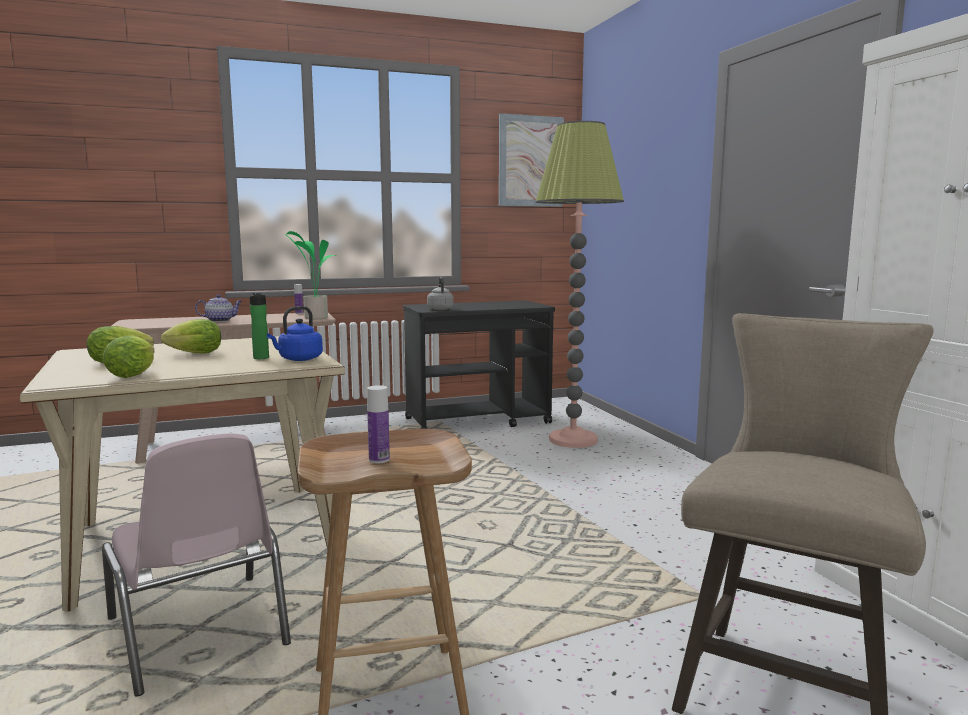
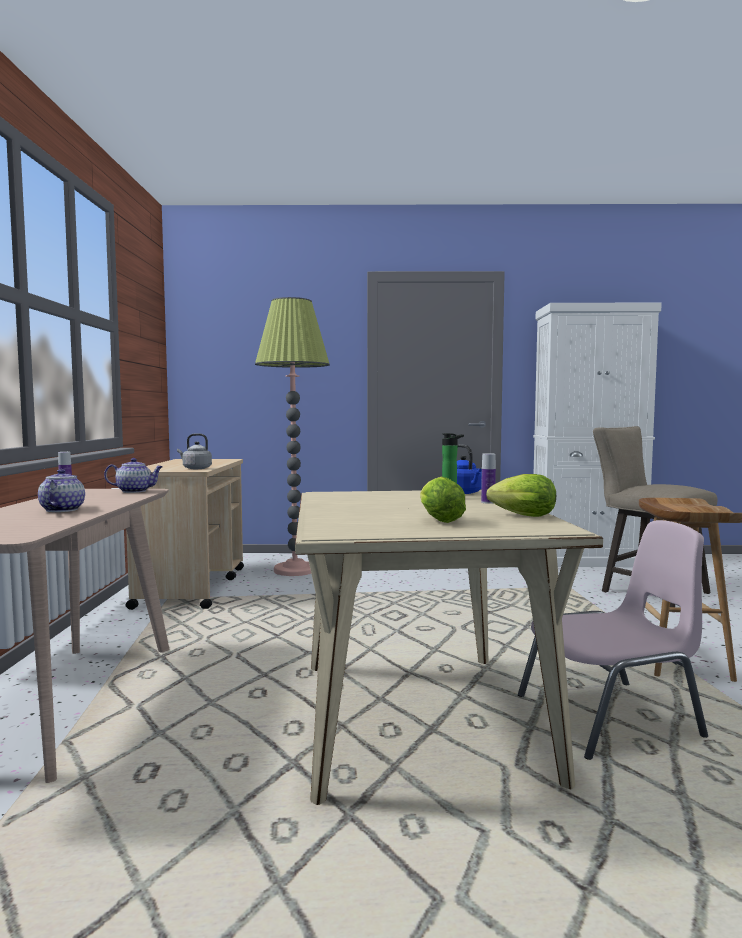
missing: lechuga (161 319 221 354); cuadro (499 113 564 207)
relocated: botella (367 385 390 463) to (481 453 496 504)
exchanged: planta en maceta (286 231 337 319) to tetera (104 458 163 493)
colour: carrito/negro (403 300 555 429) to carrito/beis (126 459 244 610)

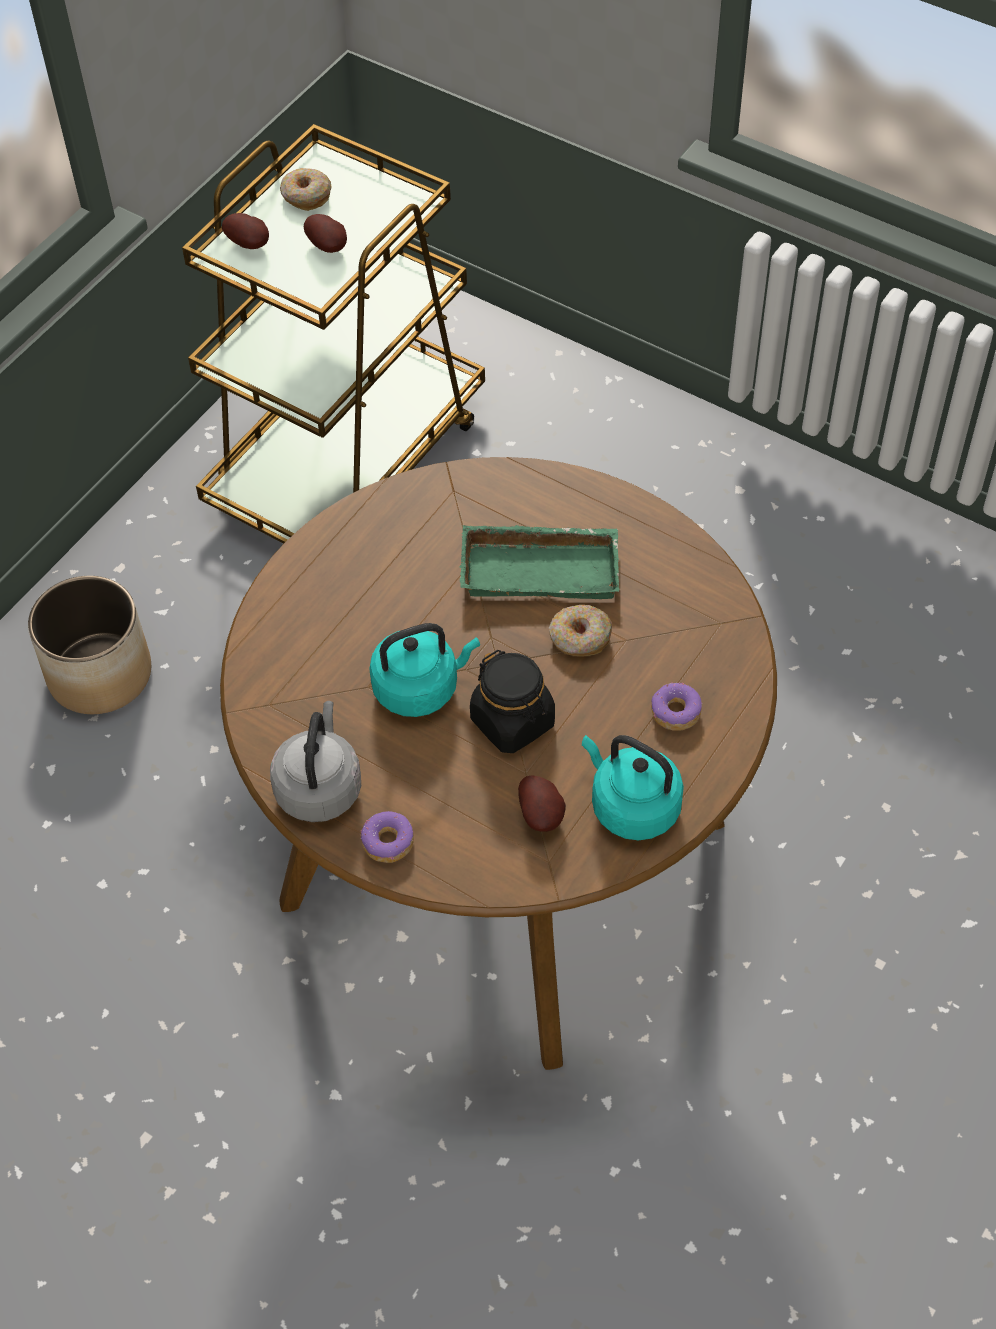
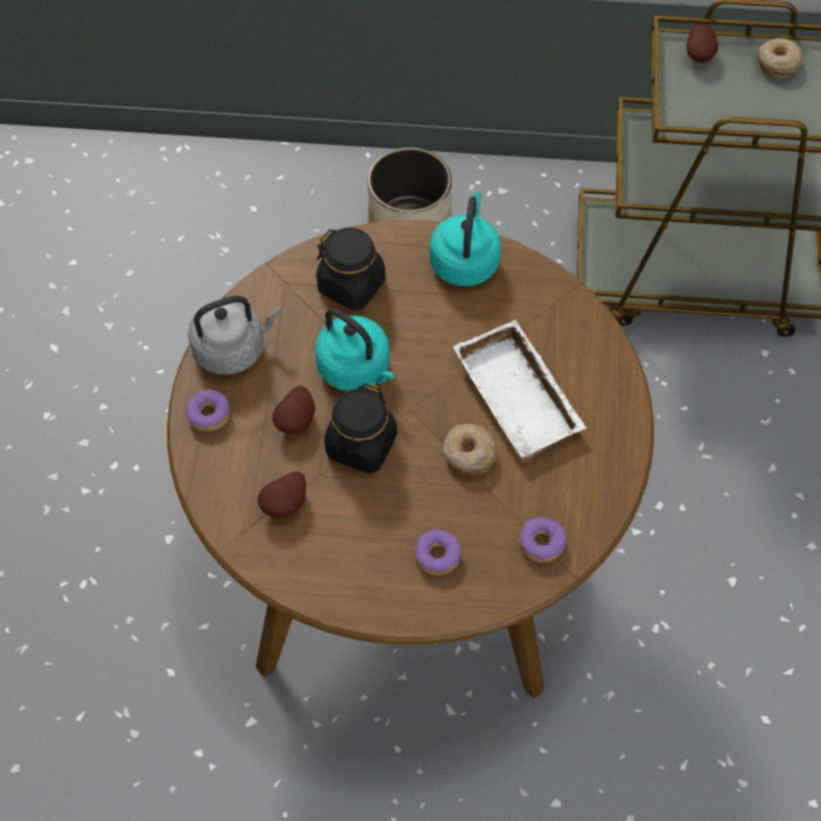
appeared: tarro/negro (316 228 385 310); rosquilla (519 517 566 562)
relocated: patata (304 214 347 253) to (273 386 315 434); hervidor/turquesa (582 735 684 840) to (430 192 501 286)
colour: bandeja/verde (459 525 619 599) to bandeja/blanco (453 320 586 460)

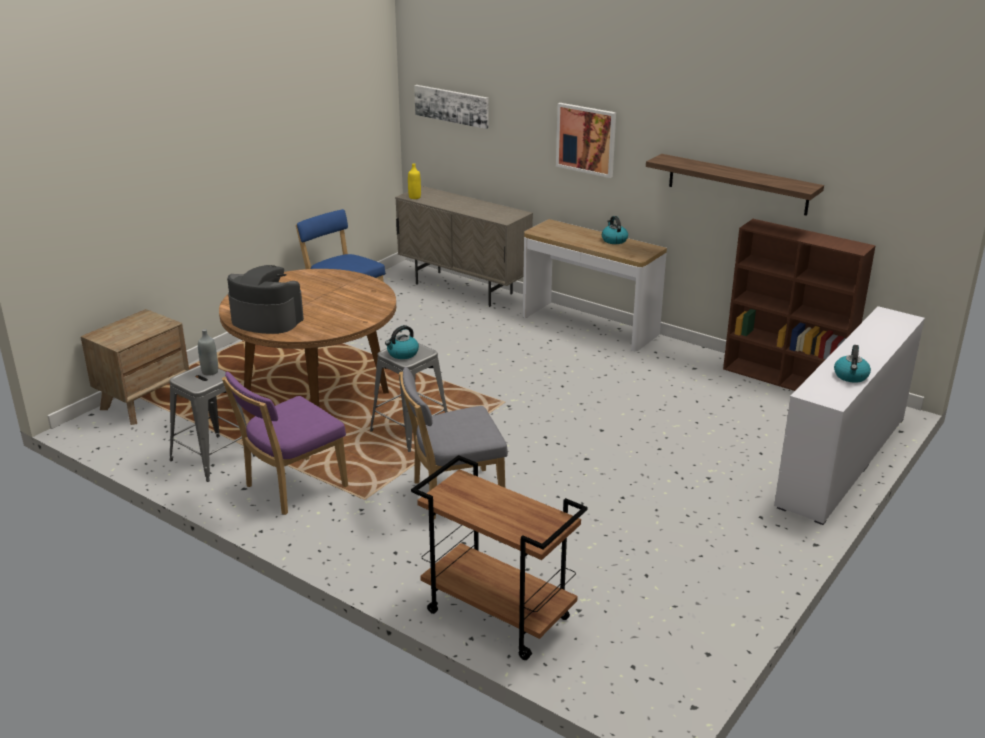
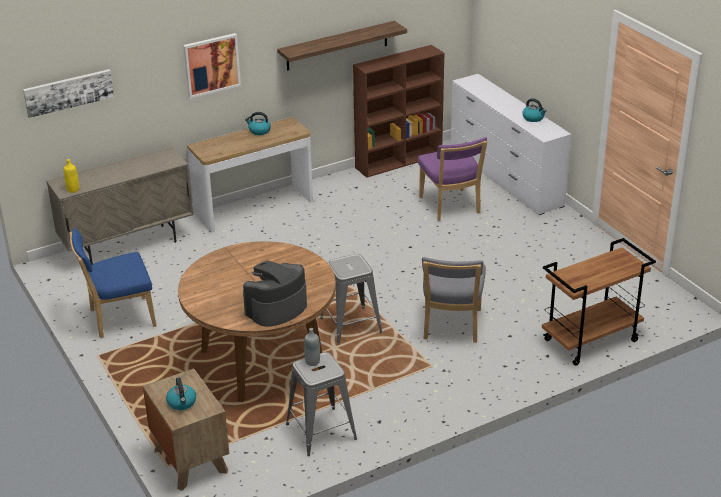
relocated: silla/morado (222 372 348 515) to (418 137 487 221); hervidor (385 325 419 359) to (166 377 196 410)

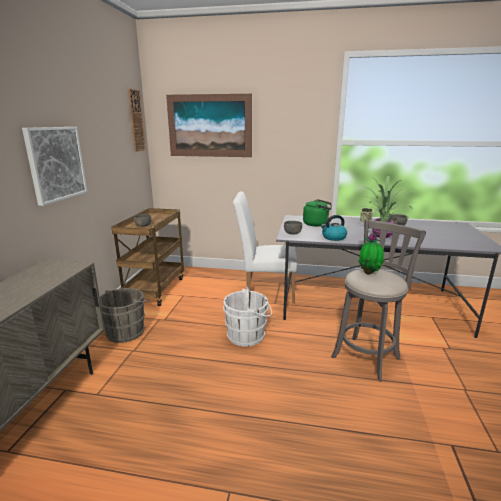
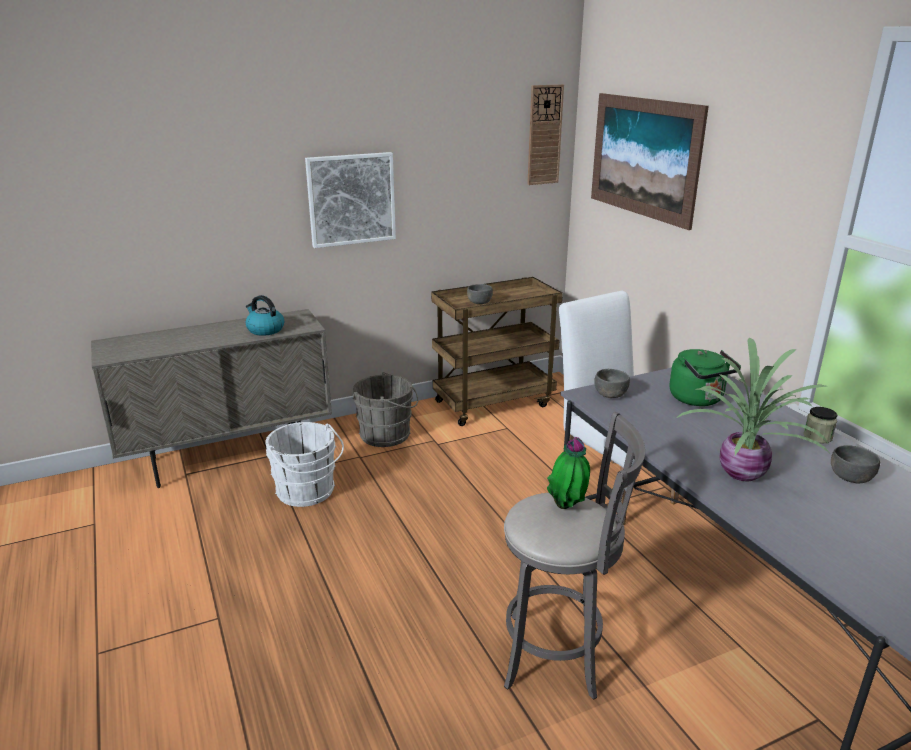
relocated: cubo/blanco (223 289 272 347) to (265 422 344 507); hervidor (321 215 347 241) to (246 295 284 336)

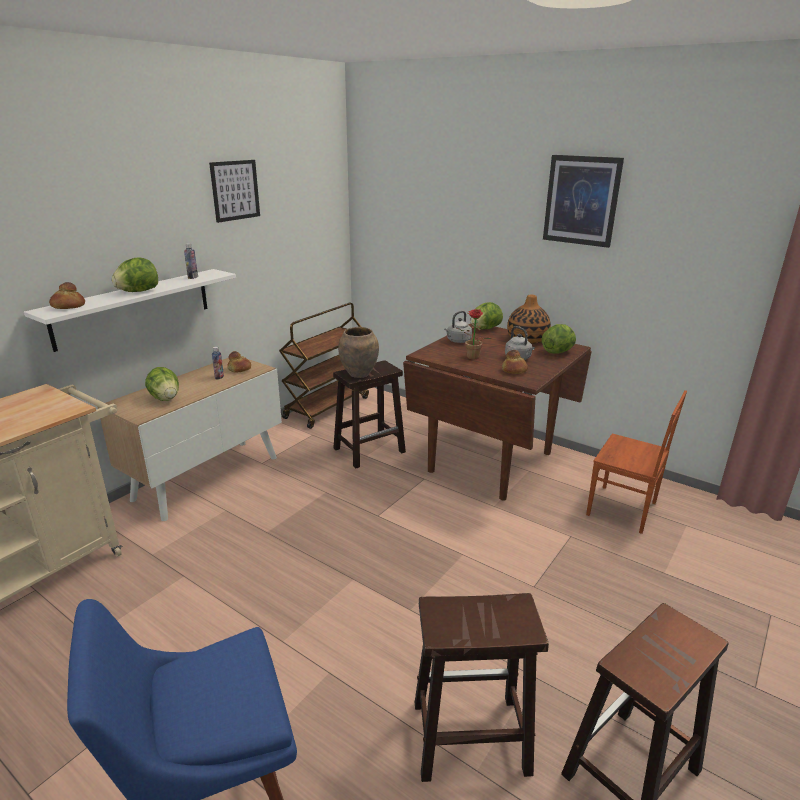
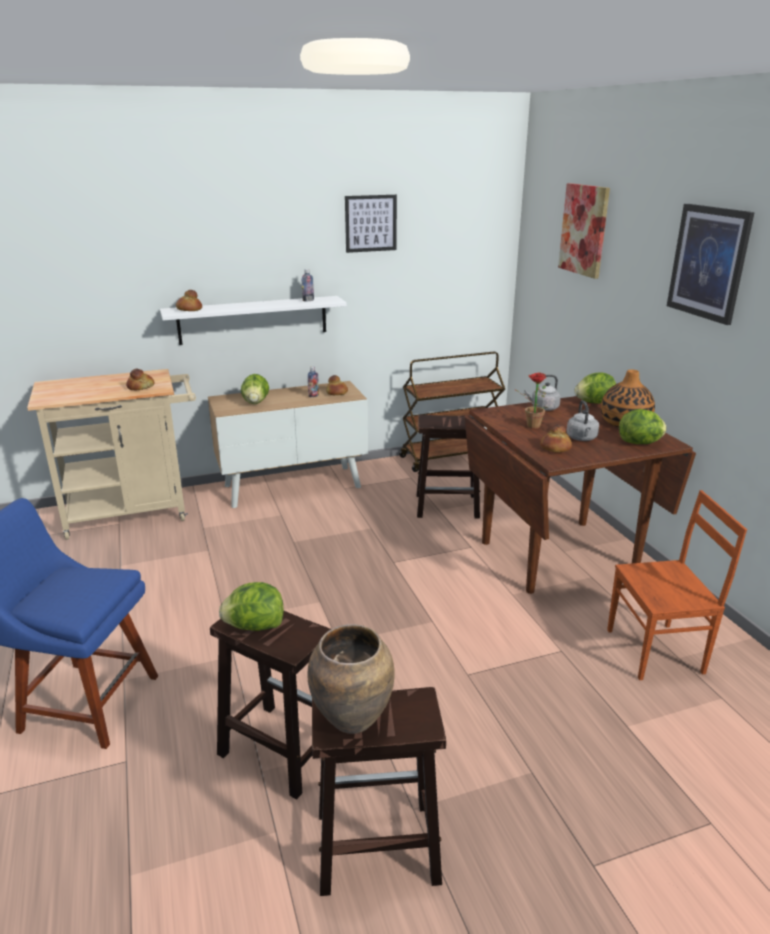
appeared: pan (126 369 154 390); cuadro (558 183 610 279)
relocated: lechuga (112 257 158 292) to (219 582 284 631); florero/marrón (338 327 379 378) to (307 624 395 734)
spun: silla/marrón (586 390 687 534) = (607 490 747 680) 75 degrees counterclockwise

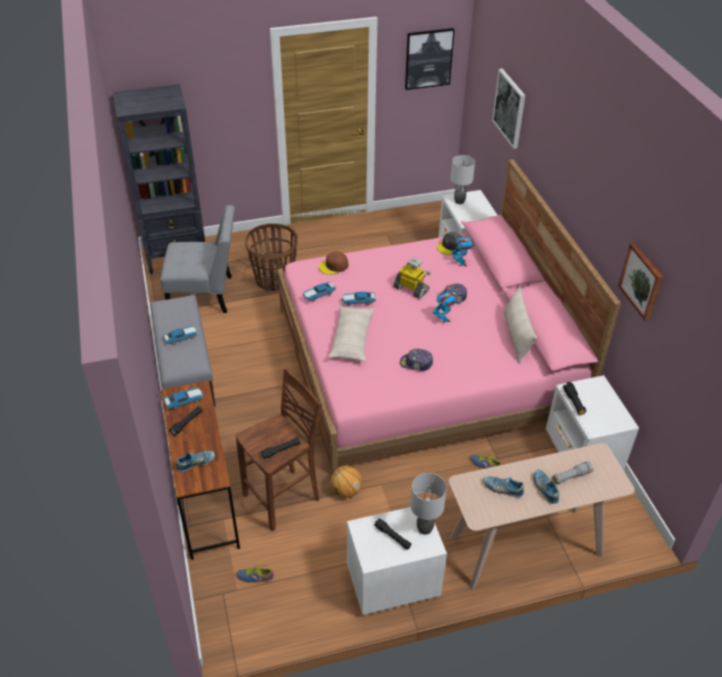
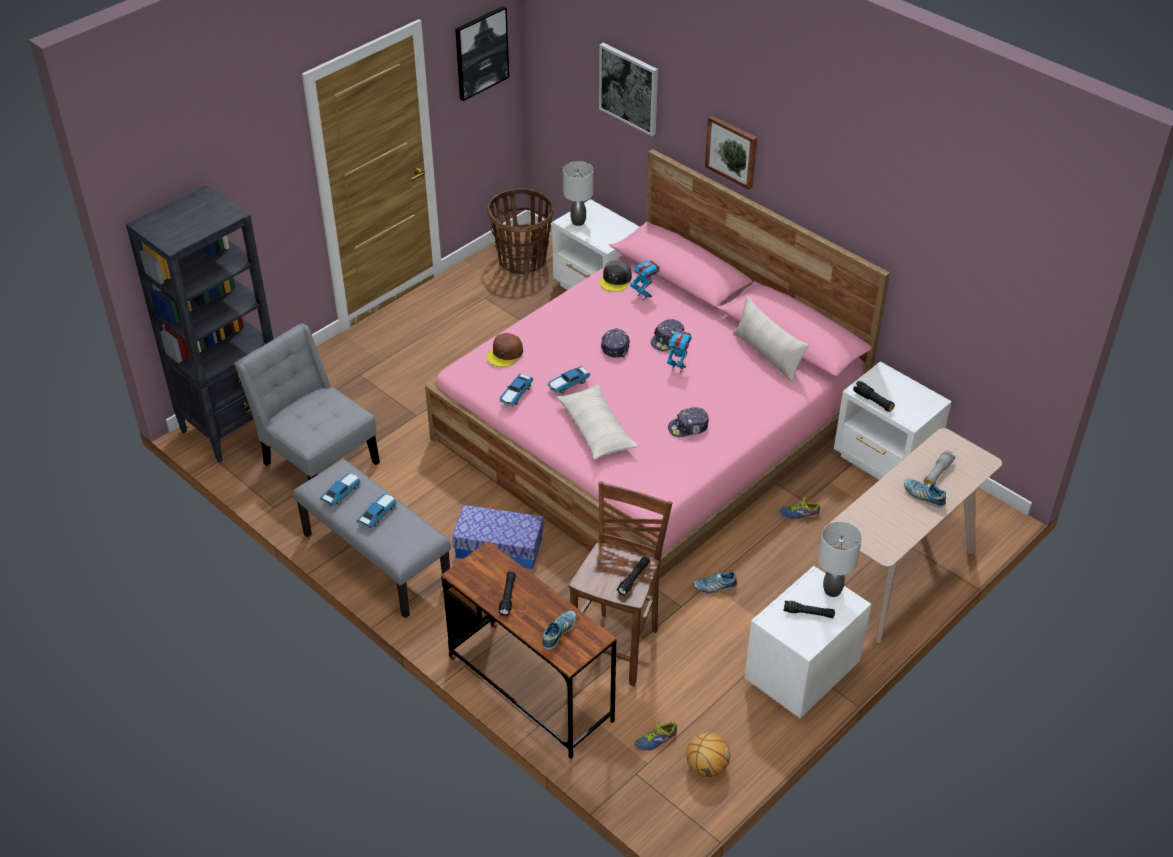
appeared: caja de almacenaje (452 505 544 569)
relocated: coche de juguete (163 388 203 410) to (320 473 361 506); cesta (245 223 298 291) to (487 189 553 275); balón de baloncesto (331 466 362 498) to (686 732 730 777); zapato (484 476 524 497) to (693 572 737 593); cuadro (618 243 663 321) to (705 115 757 190)
exchanged: robot de juguete (393 258 431 299) to gorra (601 328 630 358)
spun: silla/gris (161 205 235 313) = (234 323 380 481) 105 degrees counterclockwise

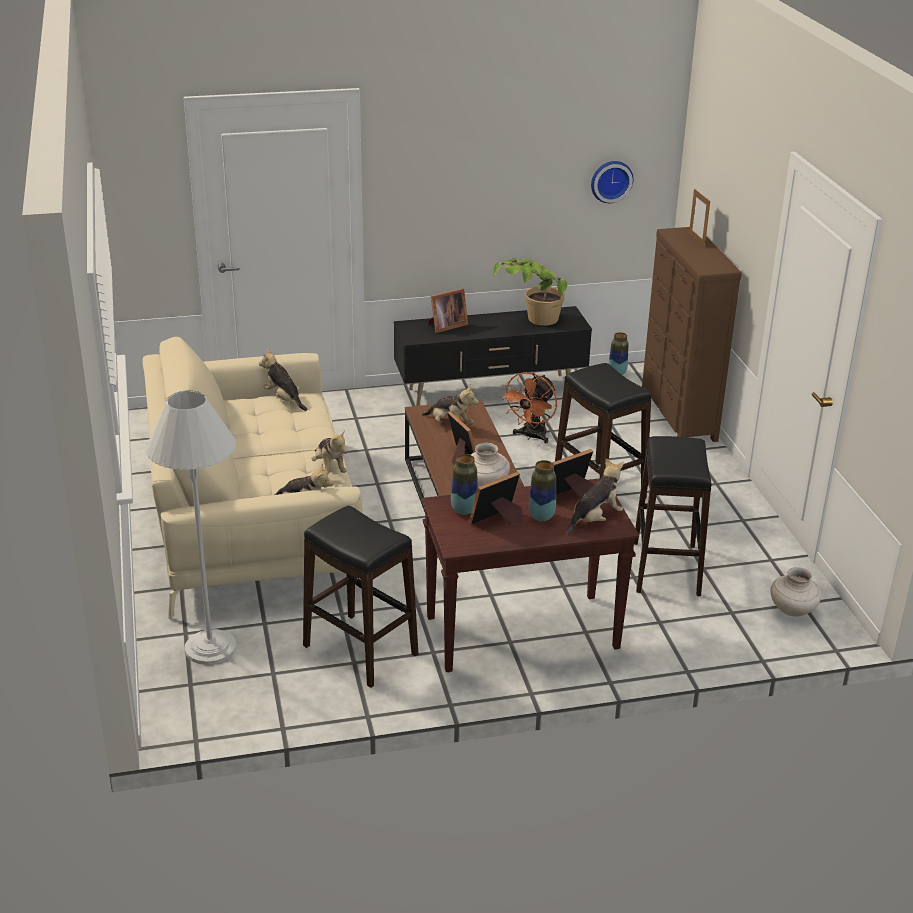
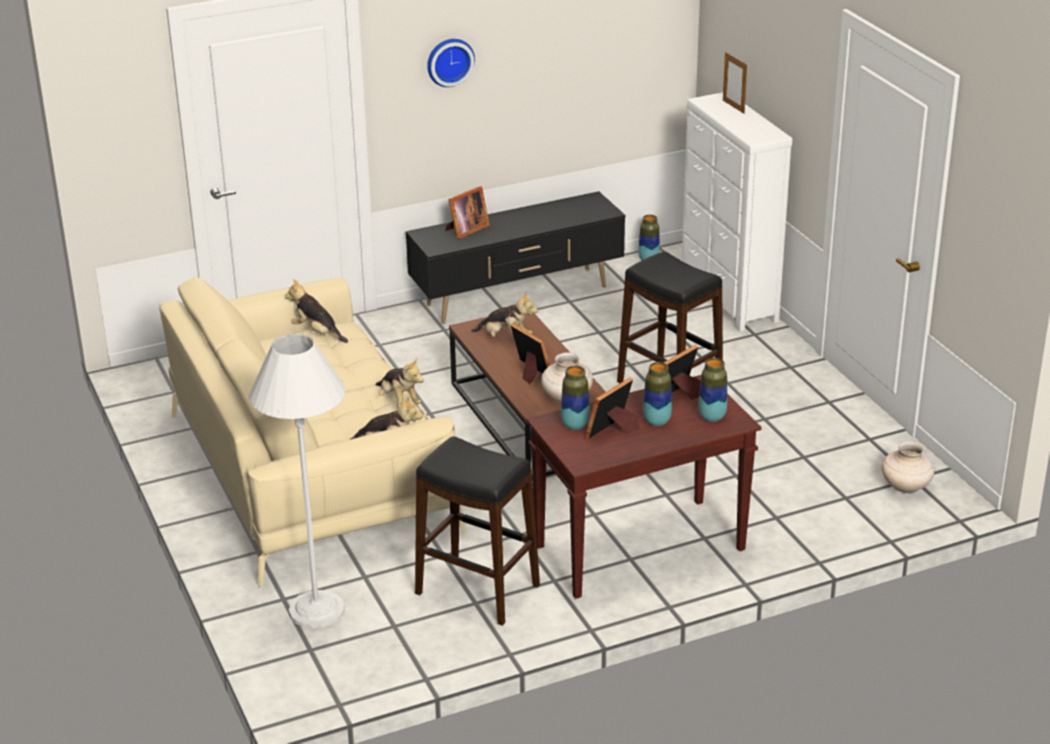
missing: planta en maceta (493 258 567 326); ventilador/naranja (501 372 557 443); taburete/negro (634 436 712 596)
relocated: reloj de pared (591 161 633 203) to (427 39 475 87)
exchanged: peluche (567 458 624 535) to florero (699 358 727 422)
colour: cómoda/marrón (642 227 742 442) to cómoda/blanco (682 92 792 331)

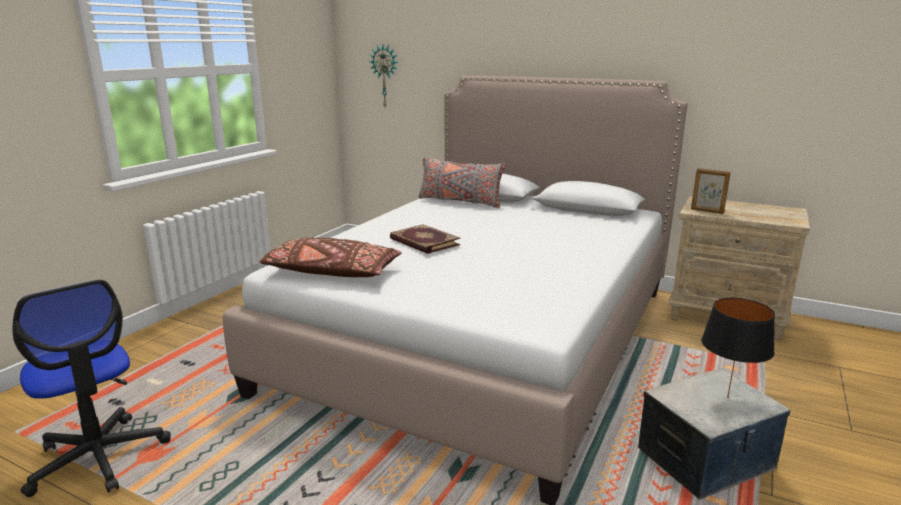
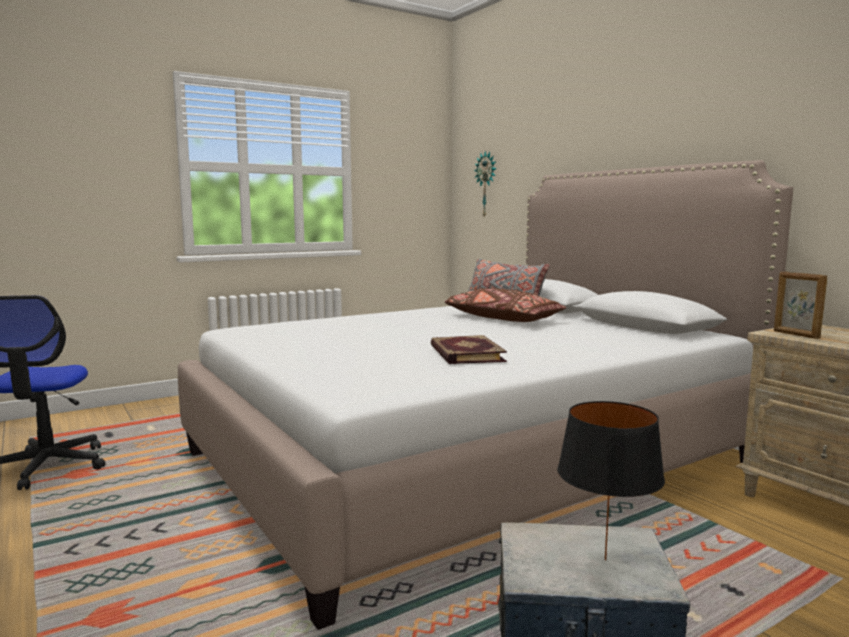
relocated: cojín/marrón (260 237 402 277) to (445 288 566 322); libro (390 224 460 254) to (431 335 507 364)

